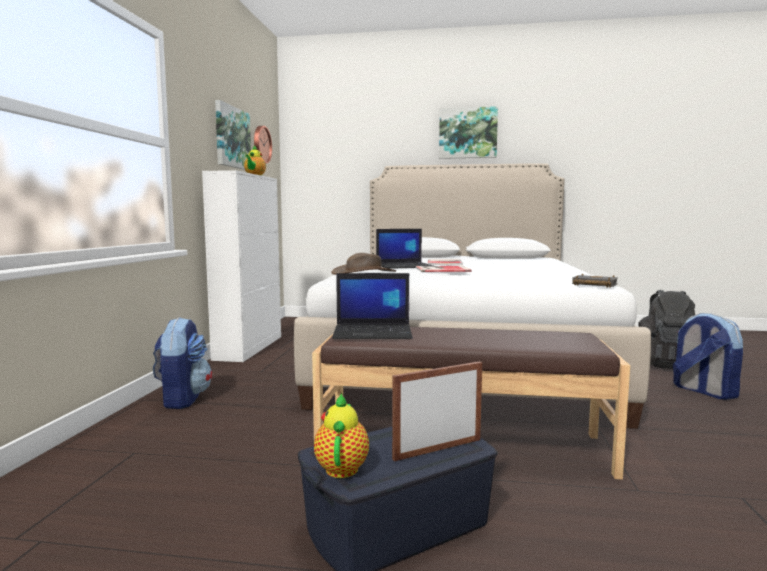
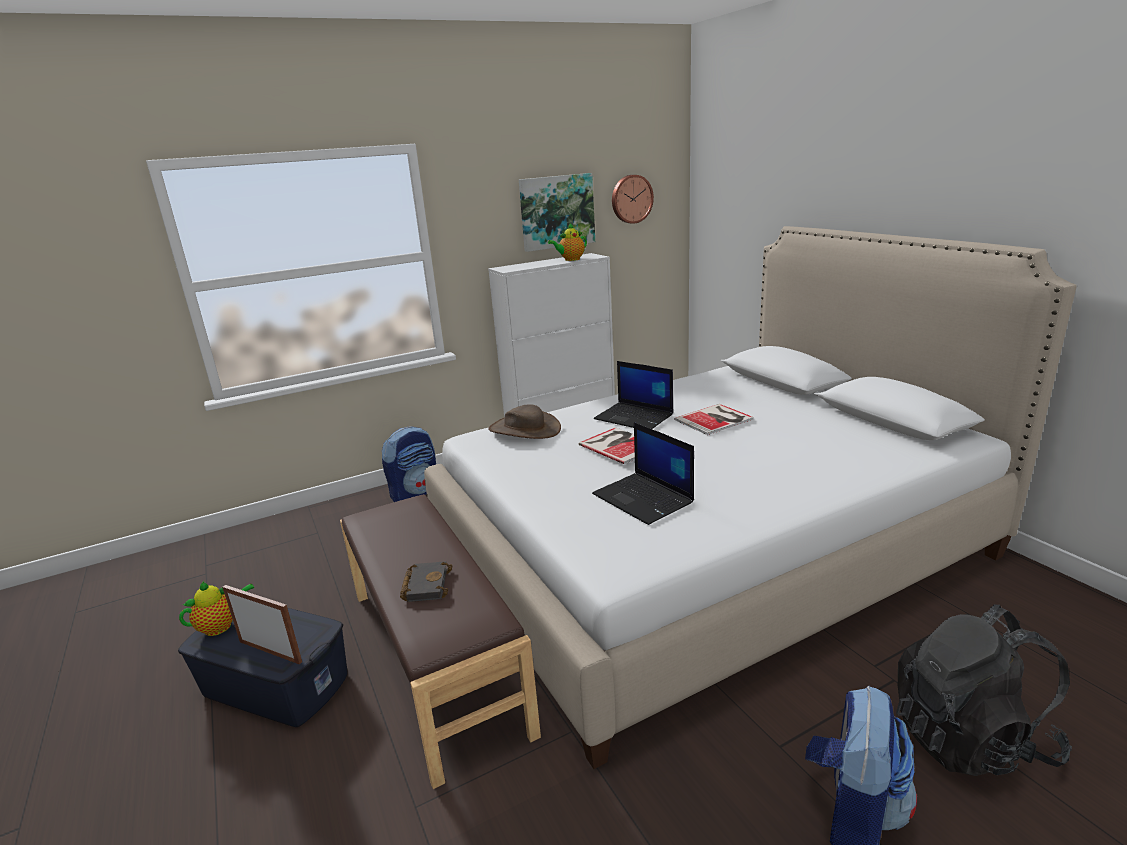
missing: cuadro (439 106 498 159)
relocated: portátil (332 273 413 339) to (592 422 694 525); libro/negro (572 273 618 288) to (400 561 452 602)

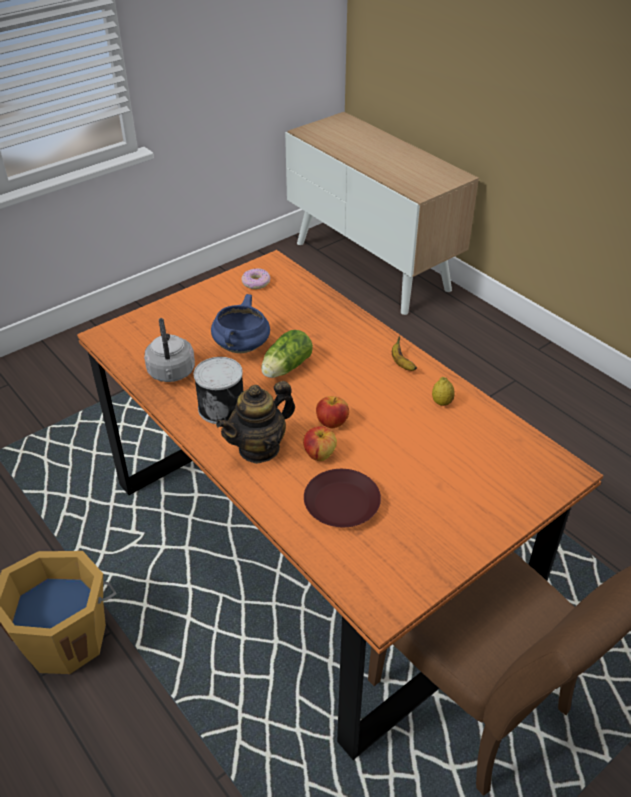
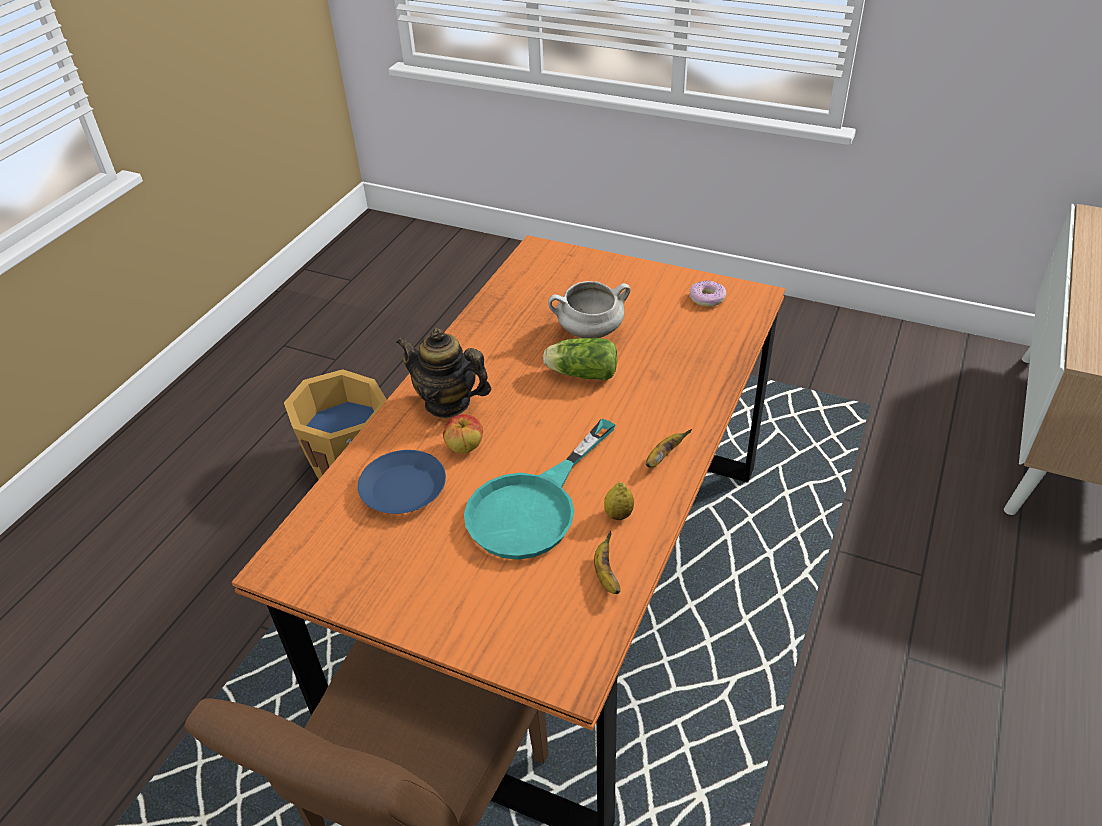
missing: hervidor/gris (144 318 195 382); lata (194 357 243 424); manzana (316 396 349 429)
appeared: sartén/turquesa (464 418 615 560); plátano (594 531 621 594)
colour: olla/azul (211 294 270 353) to olla/blanco (548 281 630 338); plato/marrón (304 469 381 527) to plato/azul (358 450 446 514)

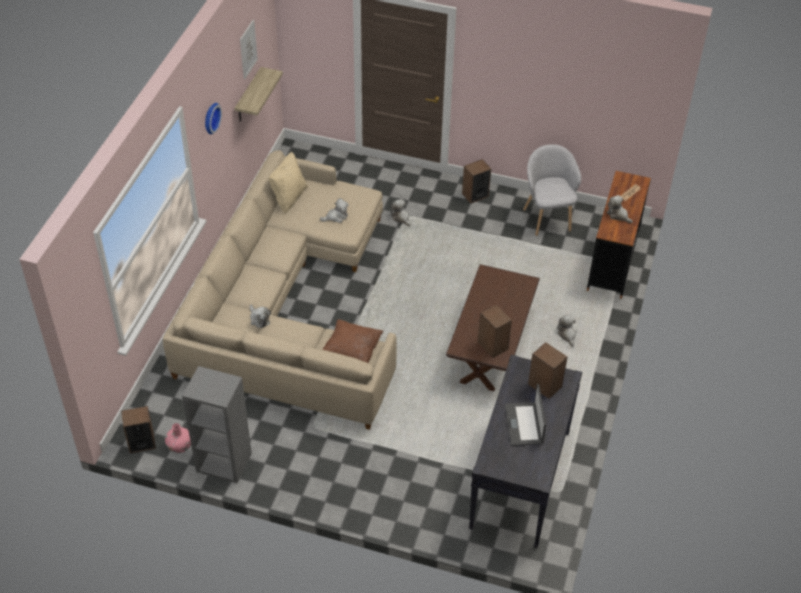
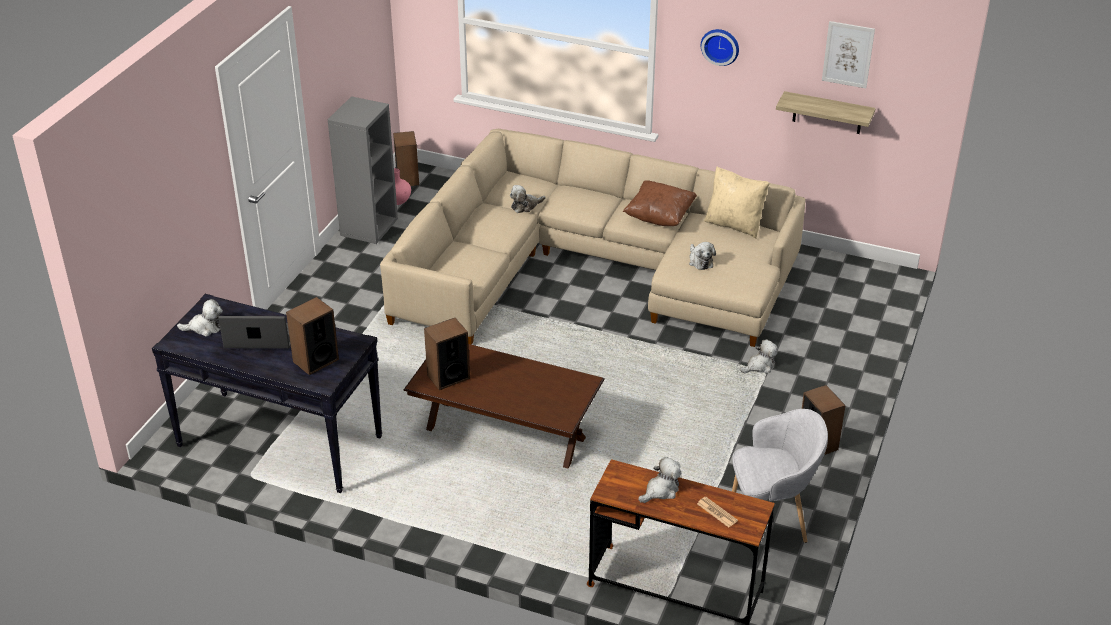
relocated: cojín/marrón (322 319 383 363) to (623 180 697 226); peluche (557 315 576 347) to (177 299 223 337)

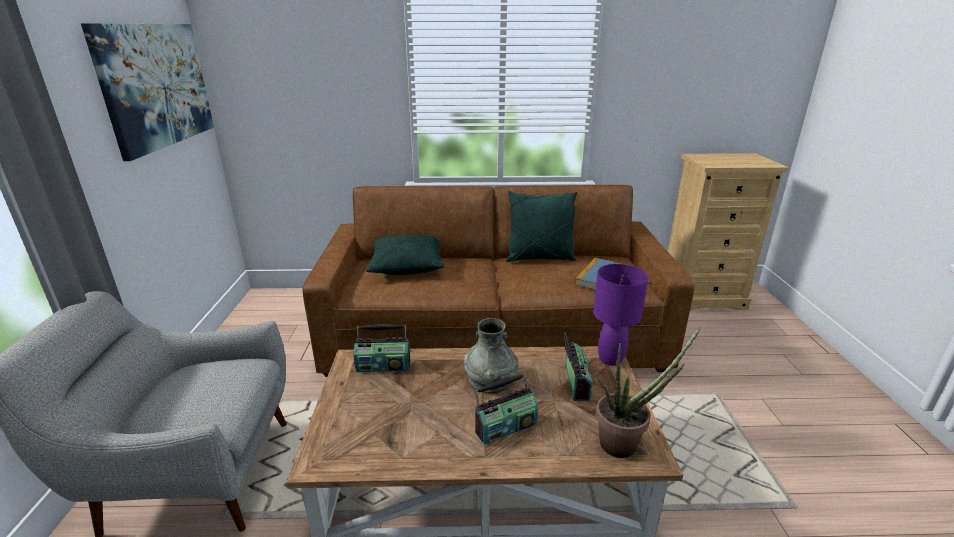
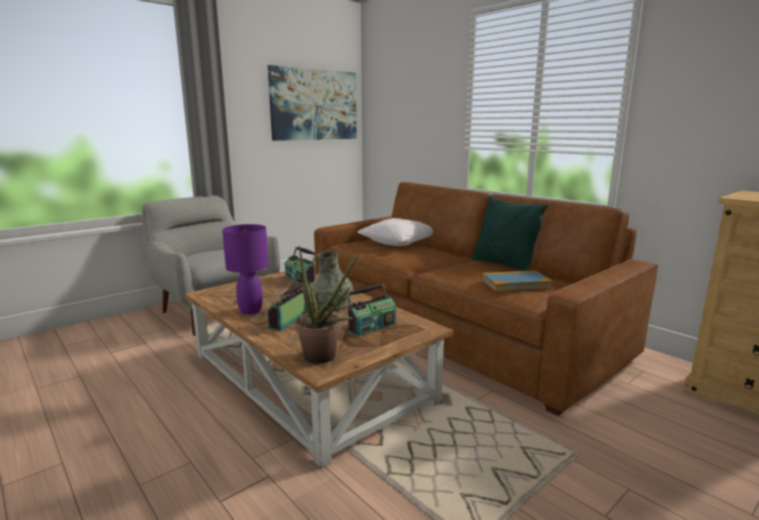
relocated: lámpara de mesa/morado (593 264 649 366) to (222 224 269 314)
colour: cojín/verde (366 234 444 275) to cojín/blanco (358 218 433 246)
spun: radio (474 373 538 445) = (267 280 308 331) 90 degrees clockwise

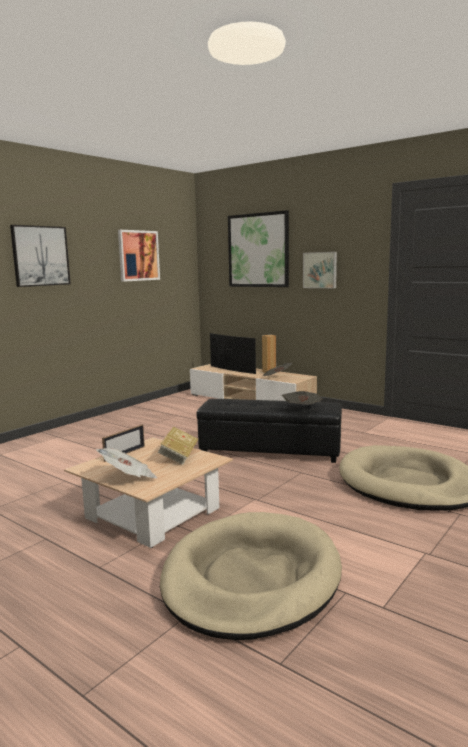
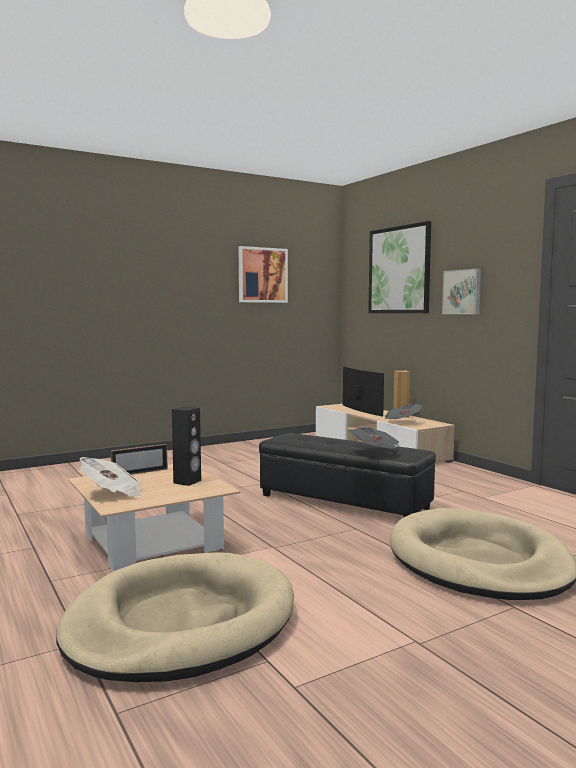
missing: cuadro (10 225 71 287)
exchanged: libro (158 427 198 465) to altavoz/negro (172 406 201 486)

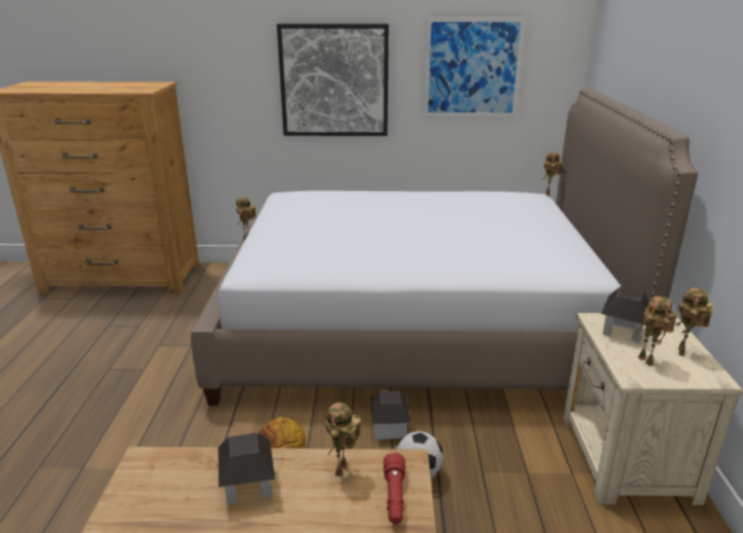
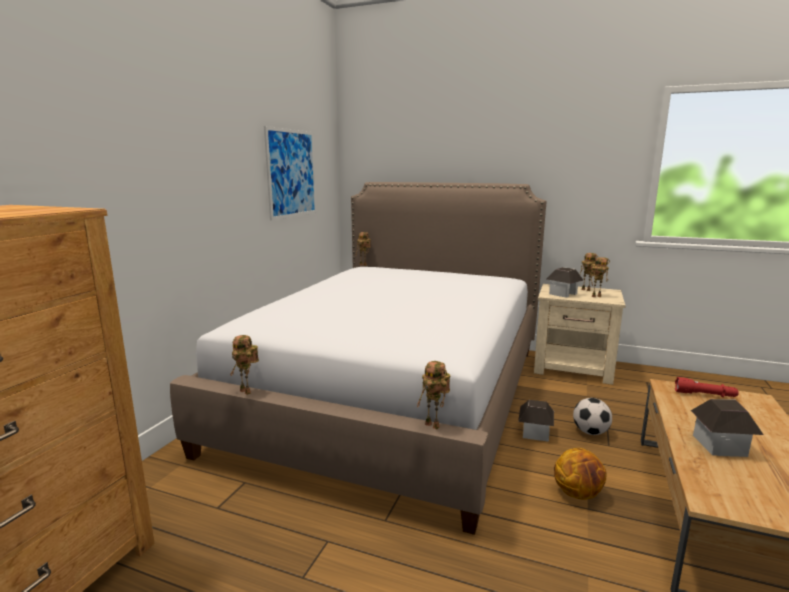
missing: cuadro (277 24 389 136)
relocated: robot de juguete (325 403 361 477) to (417 361 450 430)

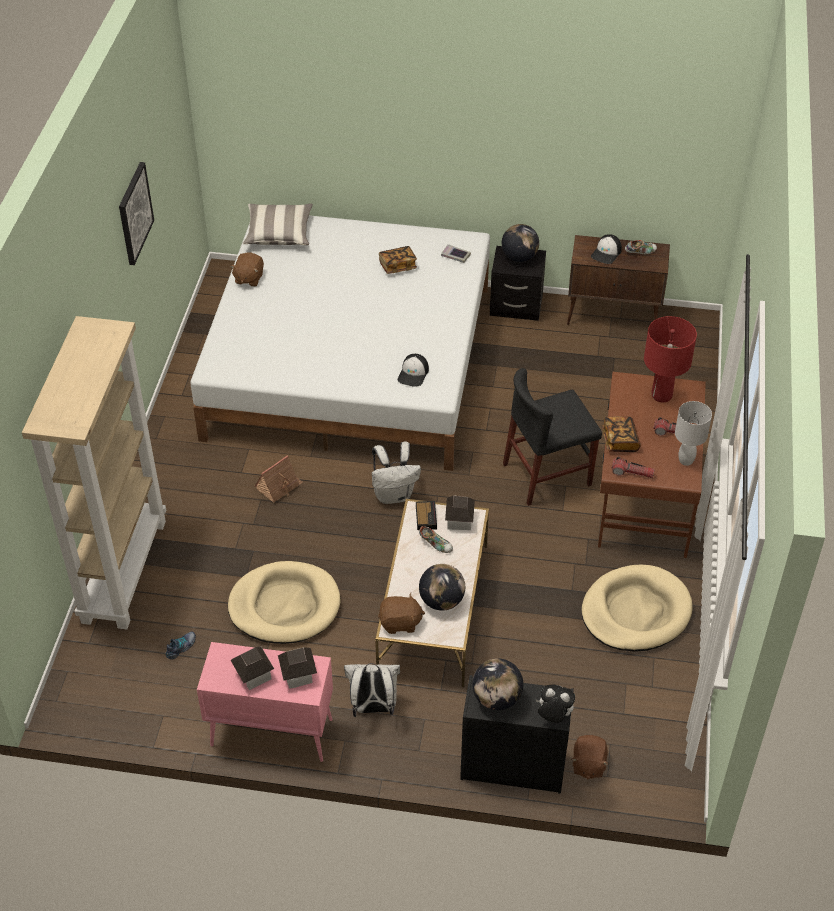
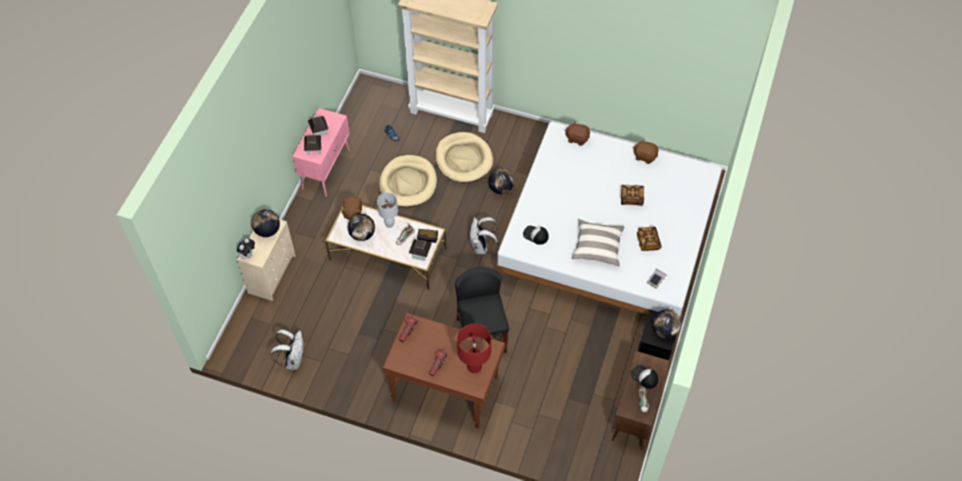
missing: cuadro (119 162 154 265)
relocated: cojín (243 203 313 245) to (572 219 625 266); mochila/blanco (344 663 400 717) to (270 329 303 370); peluche/marrón (572 735 608 779) to (565 121 590 146); cama para perro/beis (582 565 693 652) to (435 132 493 183); libro (602 416 641 452) to (621 185 644 206); lámpara de mesa/blanco (675 401 712 466) to (377 193 398 228)
exchanged: casita (255 456 303 503) to globo terráqueo (488 169 514 194)
colour: cómoda/negro (460 675 574 794) to cómoda/beis (237 219 296 301)

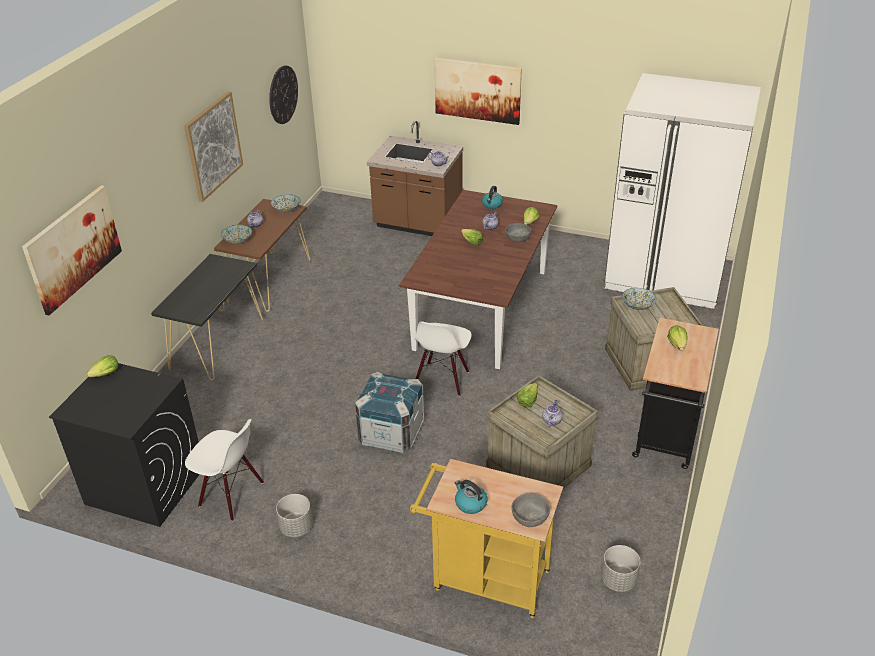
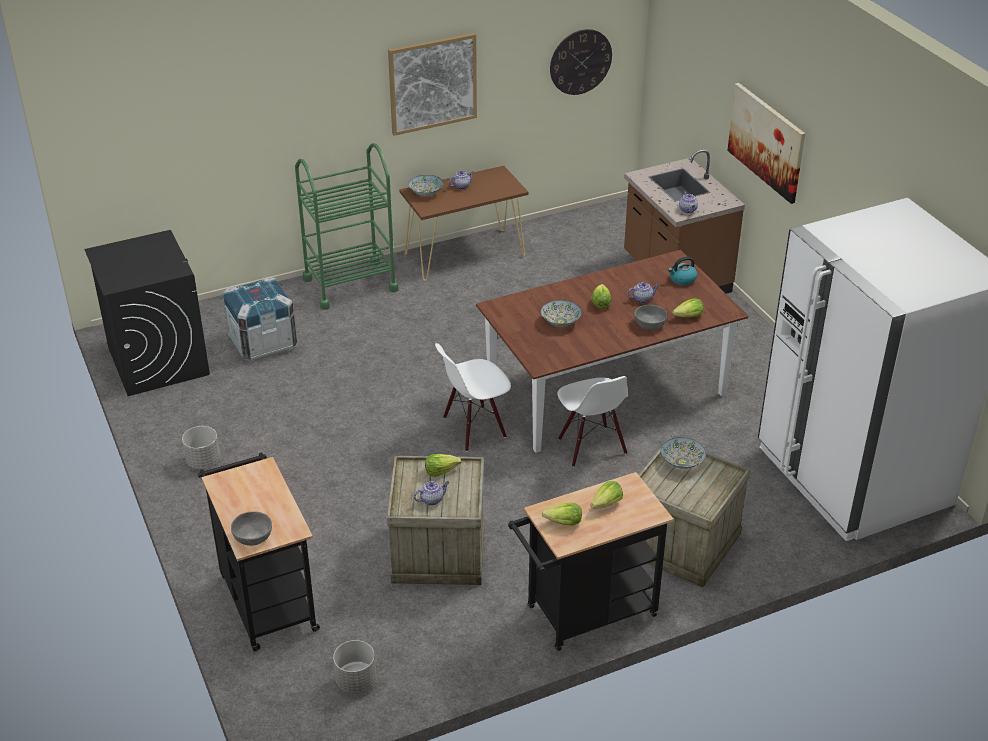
missing: cuadro (22 185 122 315); hervidor (455 480 487 514)
relocated: lechuga (86 355 118 377) to (541 503 582 526); silla/blanco (185 419 264 521) to (557 376 628 467); cuenco (271 194 301 212) to (541 300 582 327); caja de embalaje (355 372 424 454) to (222 277 297 361)
exchanged: mesa consola/negro (151 254 263 381) to carrito/verde (295 143 399 310)
colour: carrito/amarillo (410 459 563 618) to carrito/negro (198 452 320 651)

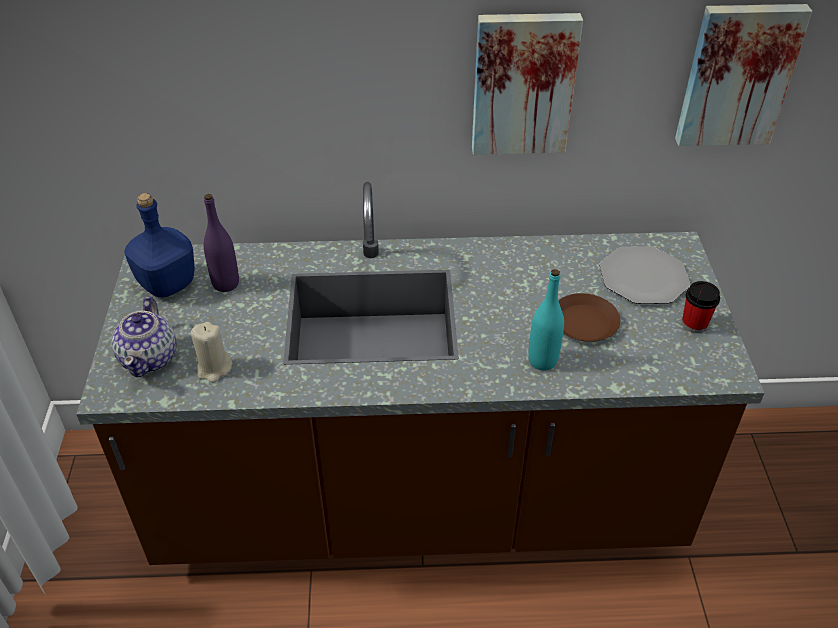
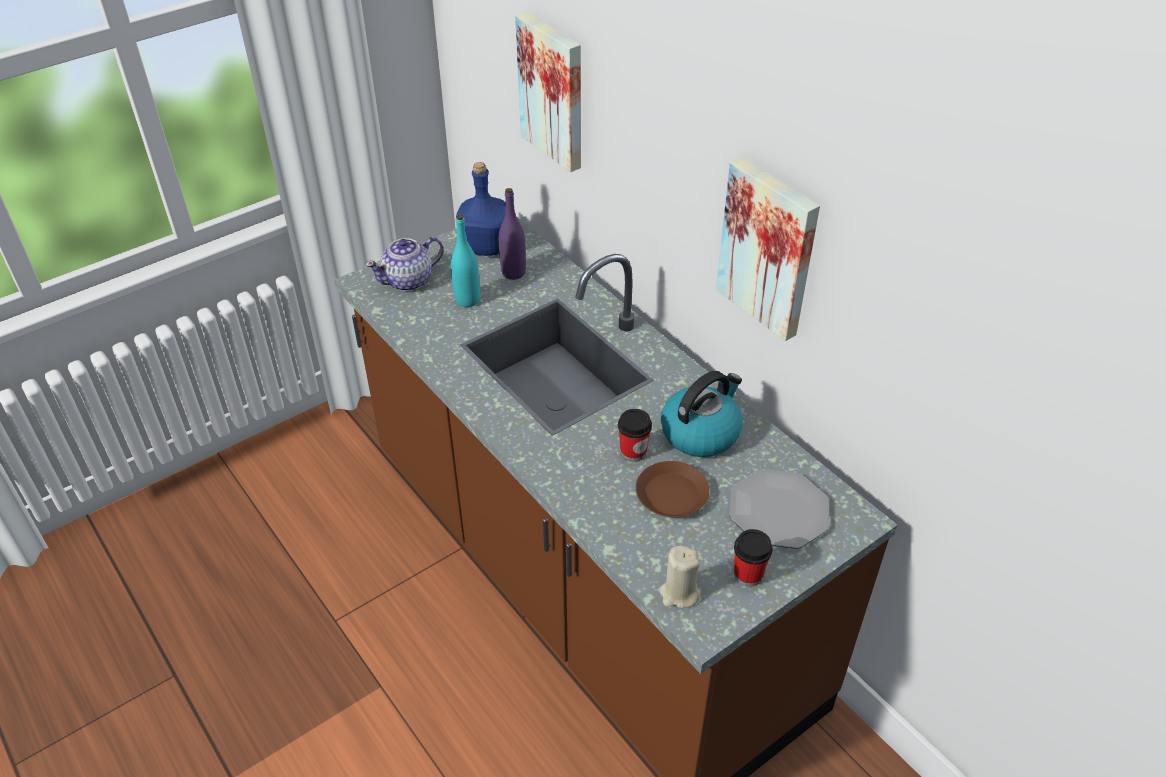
appeared: taza (618 409 652 462); hervidor (661 371 743 457)
relocated: vela/beis (191 322 232 383) to (659 546 700 608); botella/turquesa (528 269 564 370) to (451 214 480 307); cuadro (675 4 812 146) to (515 12 581 172)

